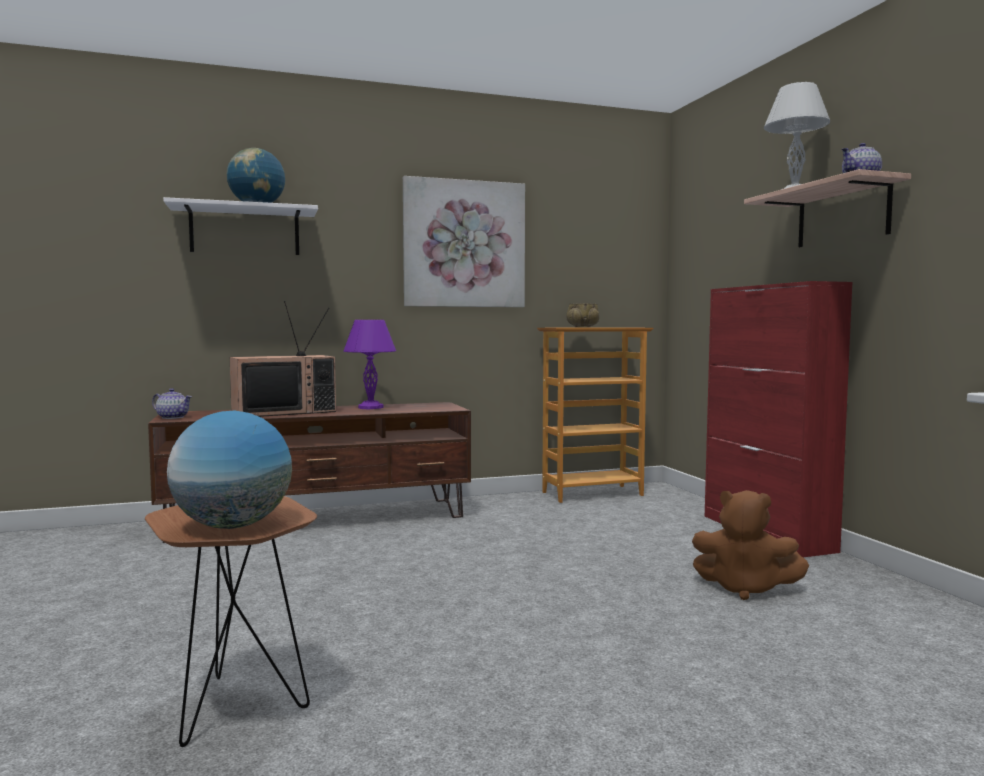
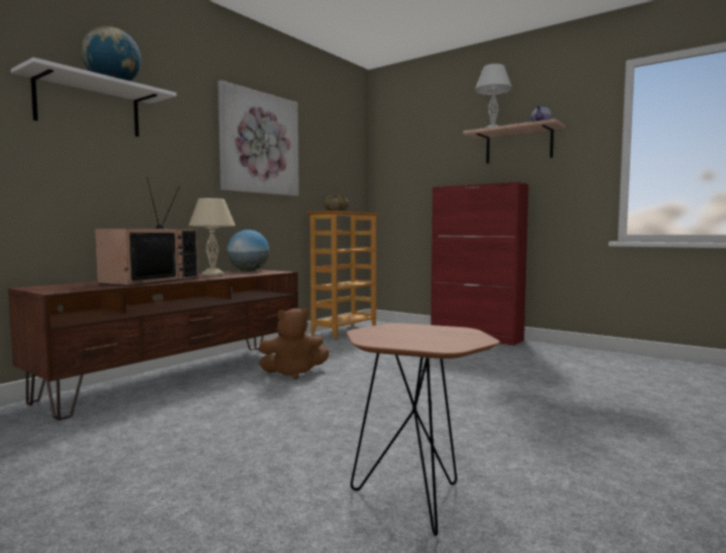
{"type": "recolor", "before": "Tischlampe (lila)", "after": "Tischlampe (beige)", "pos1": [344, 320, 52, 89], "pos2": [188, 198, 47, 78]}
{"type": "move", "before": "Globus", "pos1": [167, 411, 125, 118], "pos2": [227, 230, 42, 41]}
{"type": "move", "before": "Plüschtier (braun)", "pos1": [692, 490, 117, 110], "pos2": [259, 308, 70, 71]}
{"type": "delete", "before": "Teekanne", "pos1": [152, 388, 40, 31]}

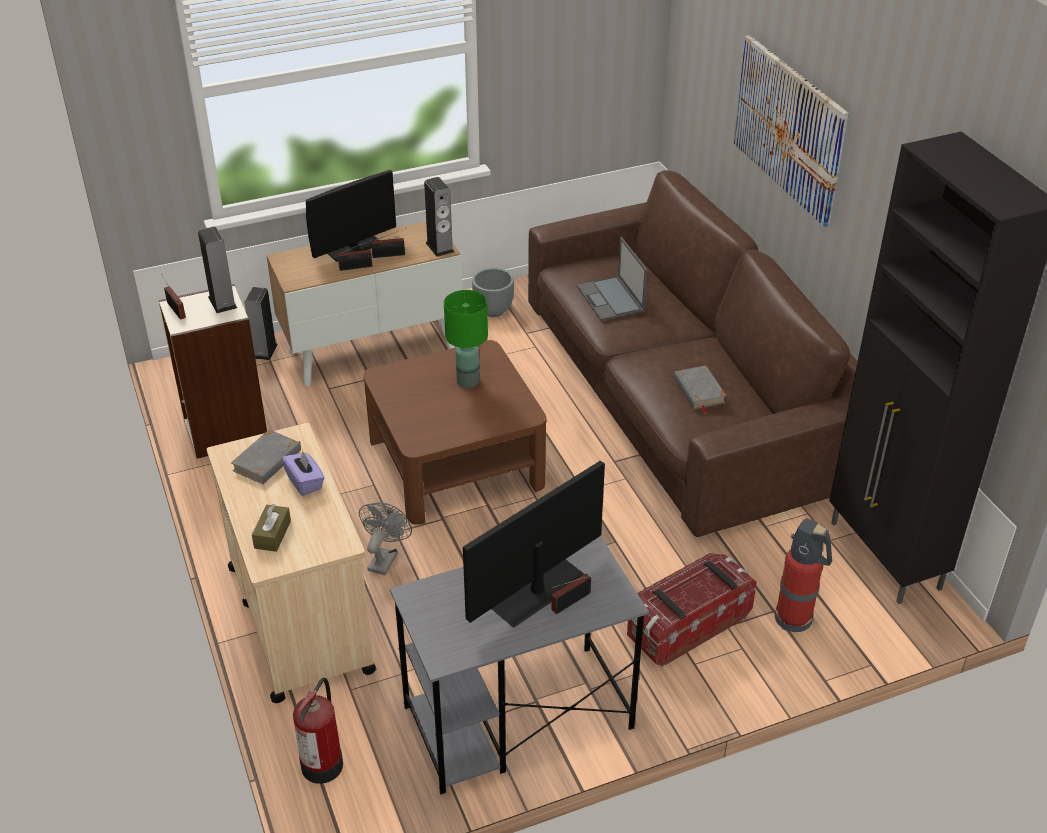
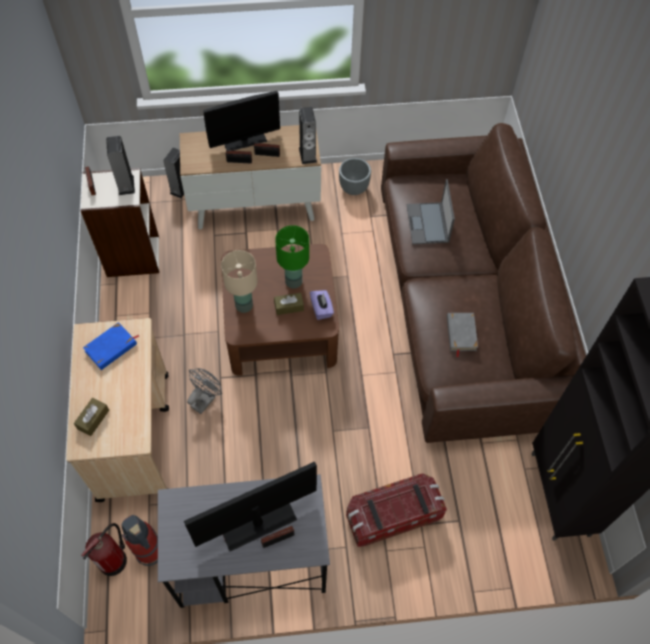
{"type": "recolor", "before": "Buch (grau)", "after": "Buch (blau)", "pos1": [231, 429, 70, 55], "pos2": [83, 322, 56, 48]}
{"type": "move", "before": "Feuerlöscher", "pos1": [775, 518, 57, 114], "pos2": [122, 515, 36, 51]}
{"type": "insert", "after": "Tischlampe (beige)", "pos2": [221, 250, 37, 63]}
{"type": "insert", "after": "Taschentuchbox (braun)", "pos2": [274, 293, 30, 22]}
{"type": "move", "before": "Taschentuchbox (lila)", "pos1": [282, 450, 43, 46], "pos2": [310, 290, 24, 30]}
{"type": "delete", "before": "Bild", "pos1": [733, 35, 116, 192]}

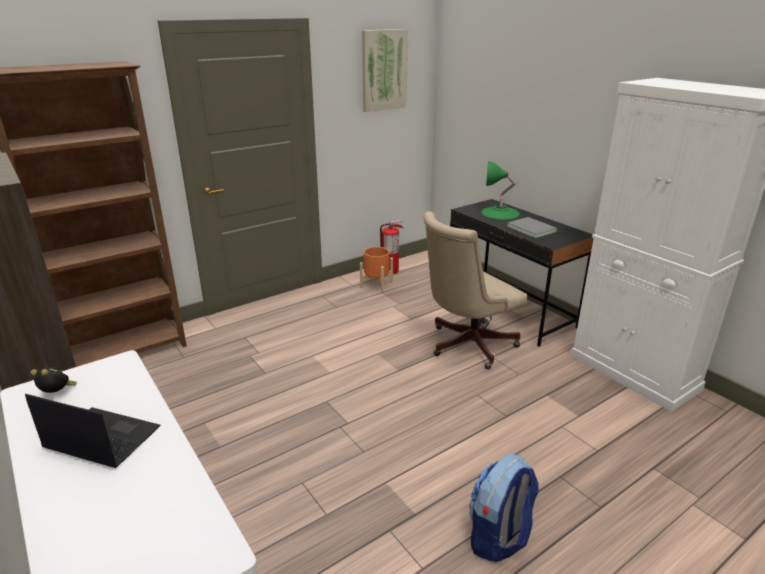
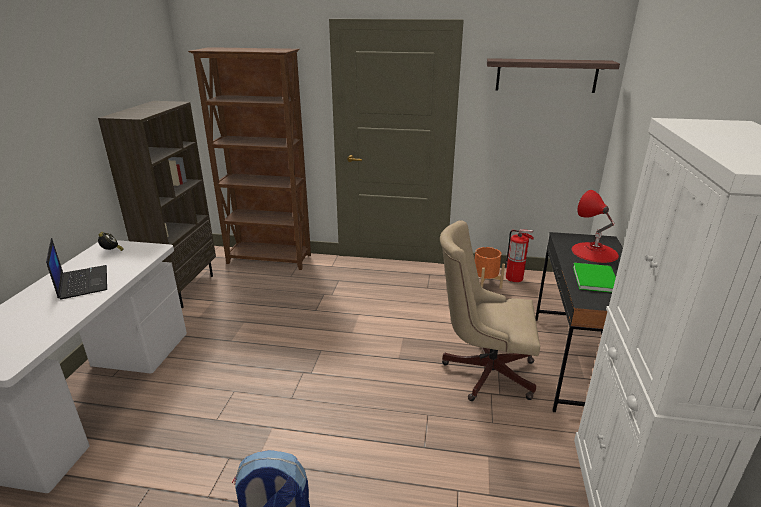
{"type": "replace", "before": "Bild", "after": "Wandregal", "pos1": [362, 29, 46, 83], "pos2": [487, 58, 133, 35]}
{"type": "recolor", "before": "Tischlampe (grün)", "after": "Tischlampe (rot)", "pos1": [481, 161, 39, 58], "pos2": [571, 190, 48, 73]}
{"type": "recolor", "before": "Buch (grau)", "after": "Buch (grün)", "pos1": [507, 217, 51, 21], "pos2": [573, 263, 43, 30]}

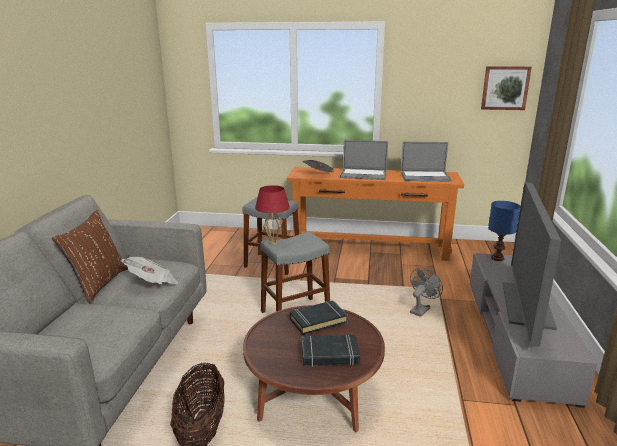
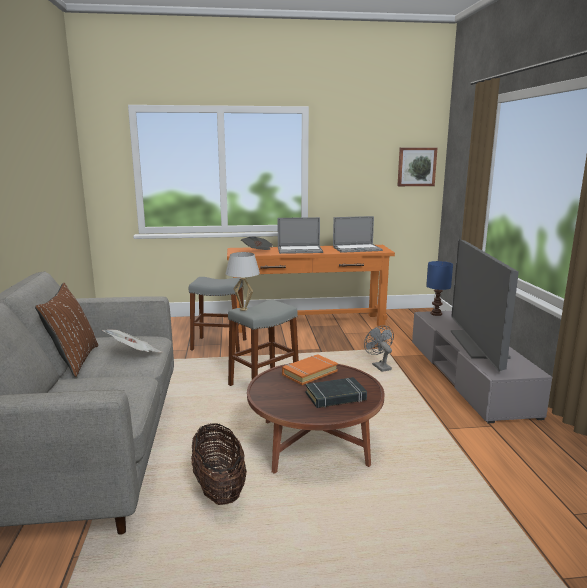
{"type": "recolor", "before": "Tischlampe (rot)", "after": "Tischlampe (weiß)", "pos1": [255, 185, 35, 59], "pos2": [226, 252, 34, 59]}
{"type": "recolor", "before": "Buch (schwarz)", "after": "Buch (orange)", "pos1": [290, 300, 58, 35], "pos2": [282, 354, 56, 31]}
{"type": "rotate", "before": "Ventilator (grau)", "pos1": [410, 268, 33, 49], "pos2": [364, 326, 30, 46], "turn": -45}

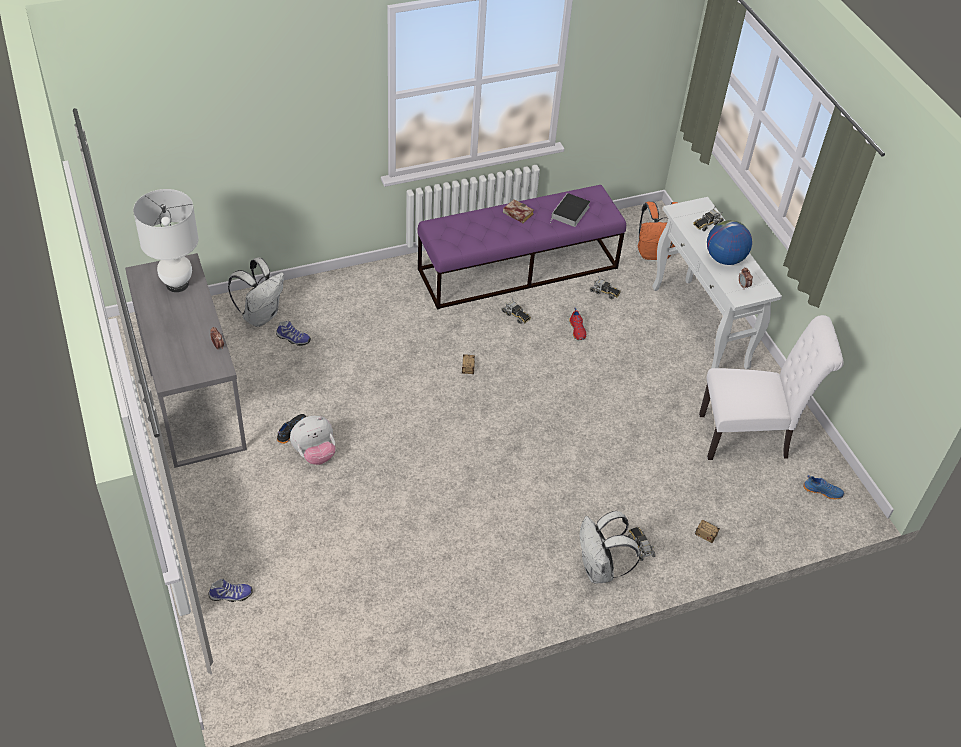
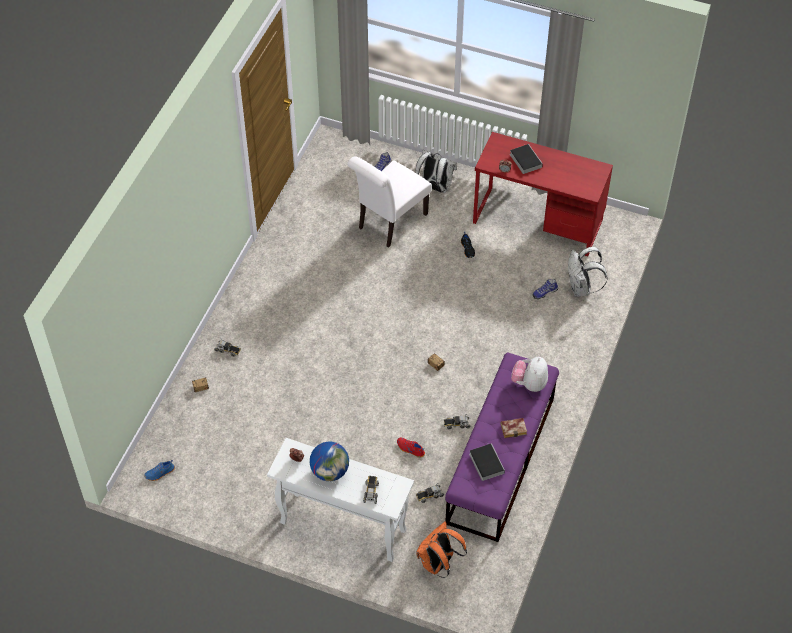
{"type": "move", "before": "Stuhl (weiß)", "pos1": [699, 315, 145, 145], "pos2": [348, 156, 84, 92]}
{"type": "move", "before": "Rucksack (weiß)", "pos1": [580, 511, 60, 72], "pos2": [415, 150, 42, 43]}
{"type": "recolor", "before": "Schreibtisch (grau)", "after": "Schreibtisch (rot)", "pos1": [125, 253, 122, 215], "pos2": [473, 132, 140, 124]}
{"type": "insert", "after": "Buch", "pos2": [510, 144, 33, 30]}
{"type": "move", "before": "Plüschtier", "pos1": [290, 416, 46, 49], "pos2": [511, 357, 37, 35]}
{"type": "delete", "before": "Tischlampe (weiß)", "pos1": [133, 189, 66, 103]}

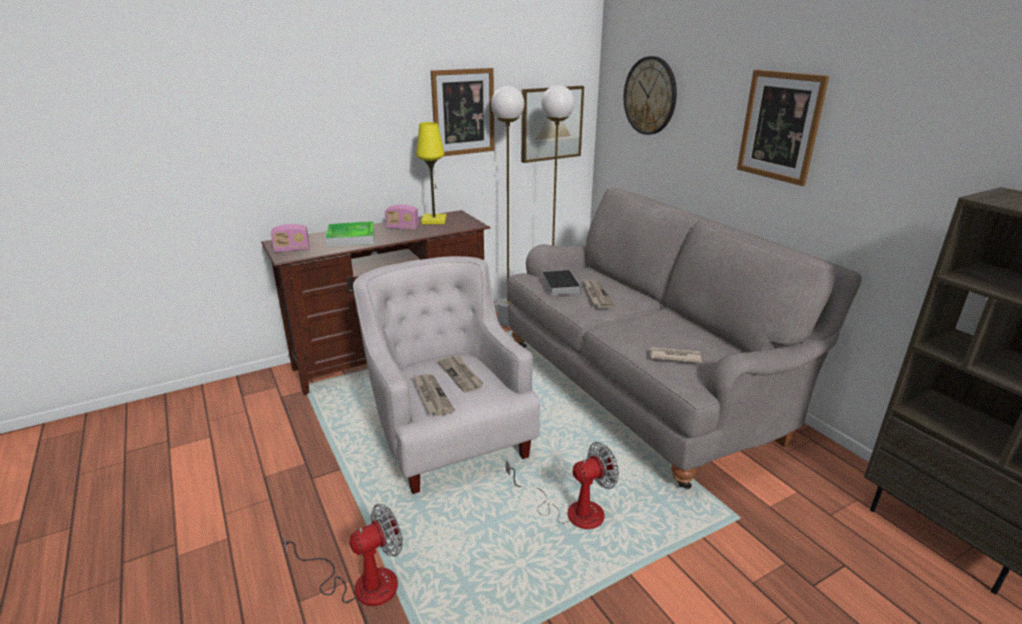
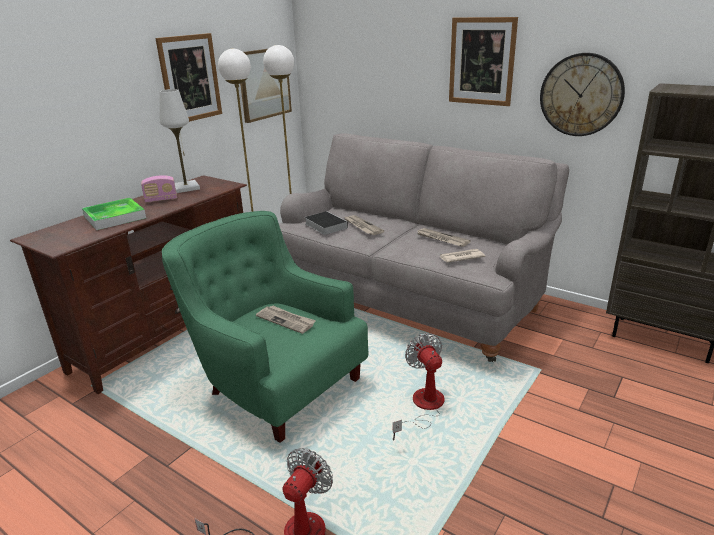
{"type": "recolor", "before": "Tischlampe (gelb)", "after": "Tischlampe (weiß)", "pos1": [416, 122, 31, 102], "pos2": [159, 89, 41, 104]}
{"type": "recolor", "before": "Sessel (weiß)", "after": "Sessel (grün)", "pos1": [353, 256, 187, 238], "pos2": [162, 211, 206, 232]}
{"type": "rotate", "before": "Ventilator", "pos1": [506, 442, 113, 87], "pos2": [393, 333, 52, 107], "turn": -60}
{"type": "move", "before": "Zeitung", "pos1": [413, 374, 42, 42], "pos2": [418, 228, 53, 19]}
{"type": "move", "before": "Wanduhr", "pos1": [624, 56, 53, 79], "pos2": [540, 53, 85, 83]}
{"type": "delete", "before": "Radio", "pos1": [271, 224, 39, 29]}

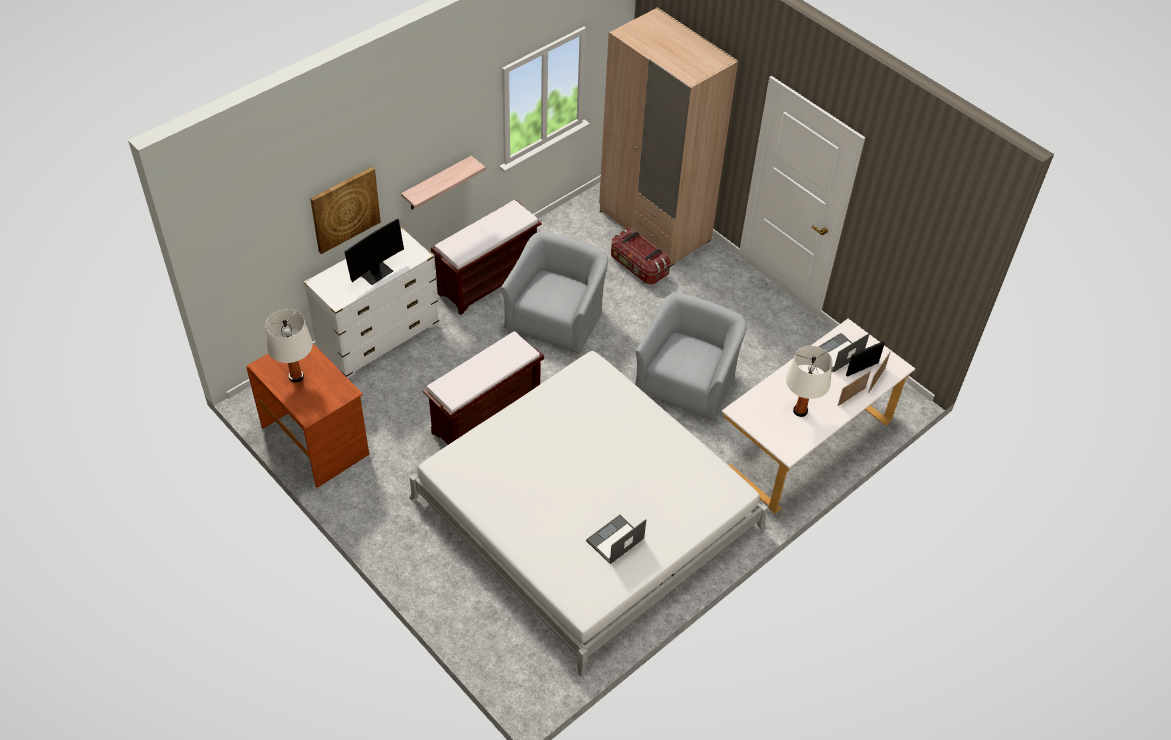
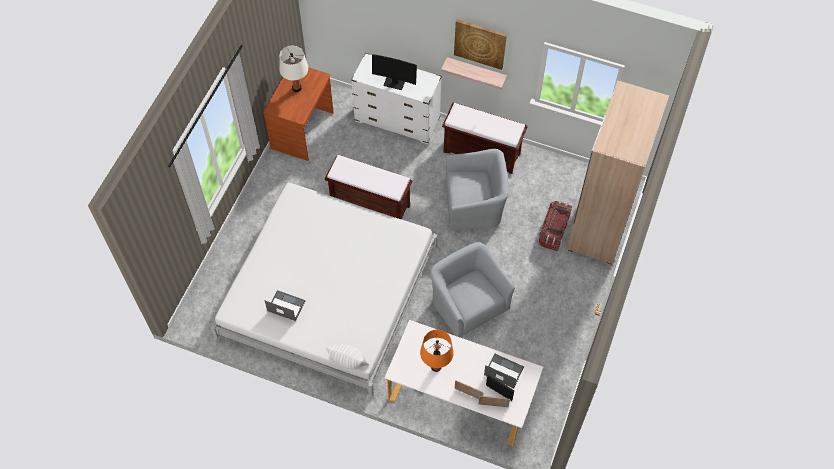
{"type": "insert", "after": "Kissen (weiß)", "pos2": [326, 344, 43, 25]}
{"type": "recolor", "before": "Tischlampe (weiß)", "after": "Tischlampe (orange)", "pos1": [786, 346, 47, 71], "pos2": [420, 330, 34, 42]}
{"type": "rotate", "before": "Sessel (grau)", "pos1": [635, 292, 112, 128], "pos2": [430, 242, 85, 96], "turn": -120}
{"type": "move", "before": "Bild", "pos1": [310, 167, 71, 87], "pos2": [454, 19, 53, 51]}

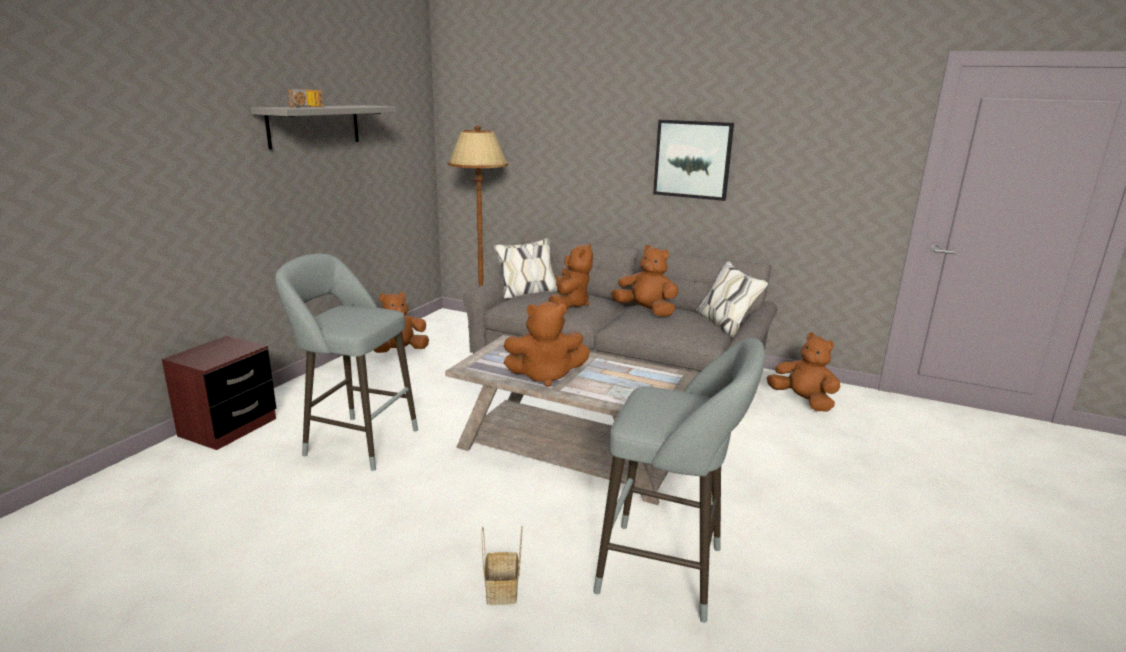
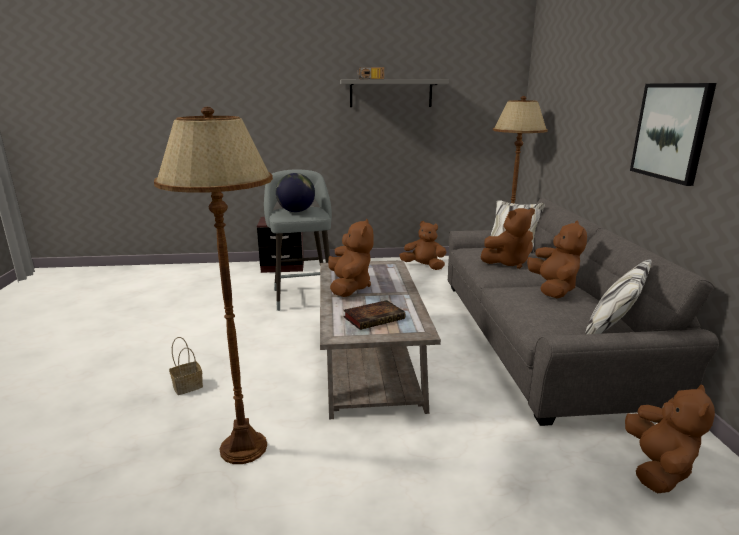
{"type": "replace", "before": "Hocker (grau)", "after": "Stehlampe (braun)", "pos1": [593, 338, 172, 285], "pos2": [154, 107, 119, 357]}
{"type": "insert", "after": "Globus", "pos2": [276, 173, 39, 39]}
{"type": "rotate", "before": "Plüschtier (braun)", "pos1": [504, 302, 86, 85], "pos2": [328, 218, 46, 79], "turn": -150}
{"type": "insert", "after": "Buch", "pos2": [343, 300, 62, 30]}

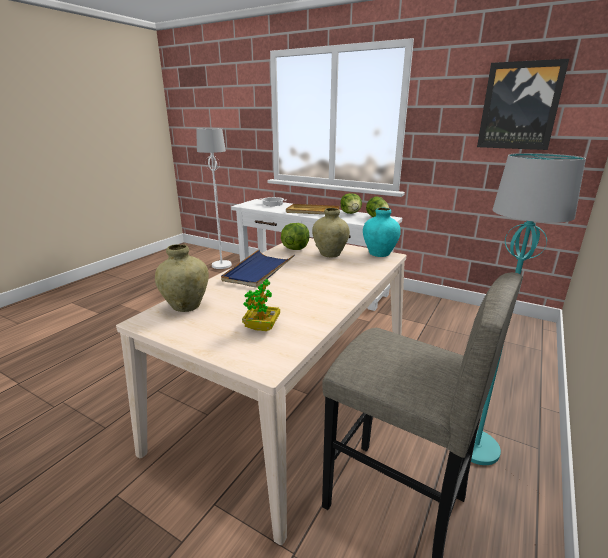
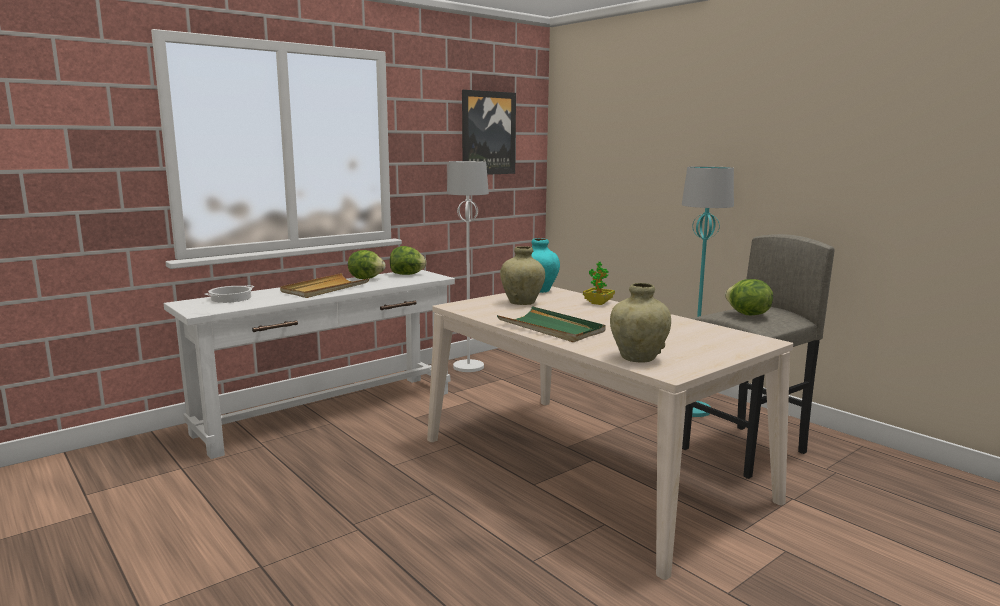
{"type": "move", "before": "Stehlampe (weiß)", "pos1": [196, 128, 36, 141], "pos2": [447, 161, 42, 211]}
{"type": "recolor", "before": "Tablett (blau)", "after": "Tablett (grün)", "pos1": [221, 250, 73, 38], "pos2": [497, 306, 109, 36]}
{"type": "move", "before": "Topfpflanze", "pos1": [242, 279, 38, 52], "pos2": [583, 262, 32, 43]}
{"type": "move", "before": "Salatkopf", "pos1": [281, 223, 28, 27], "pos2": [725, 279, 48, 36]}

